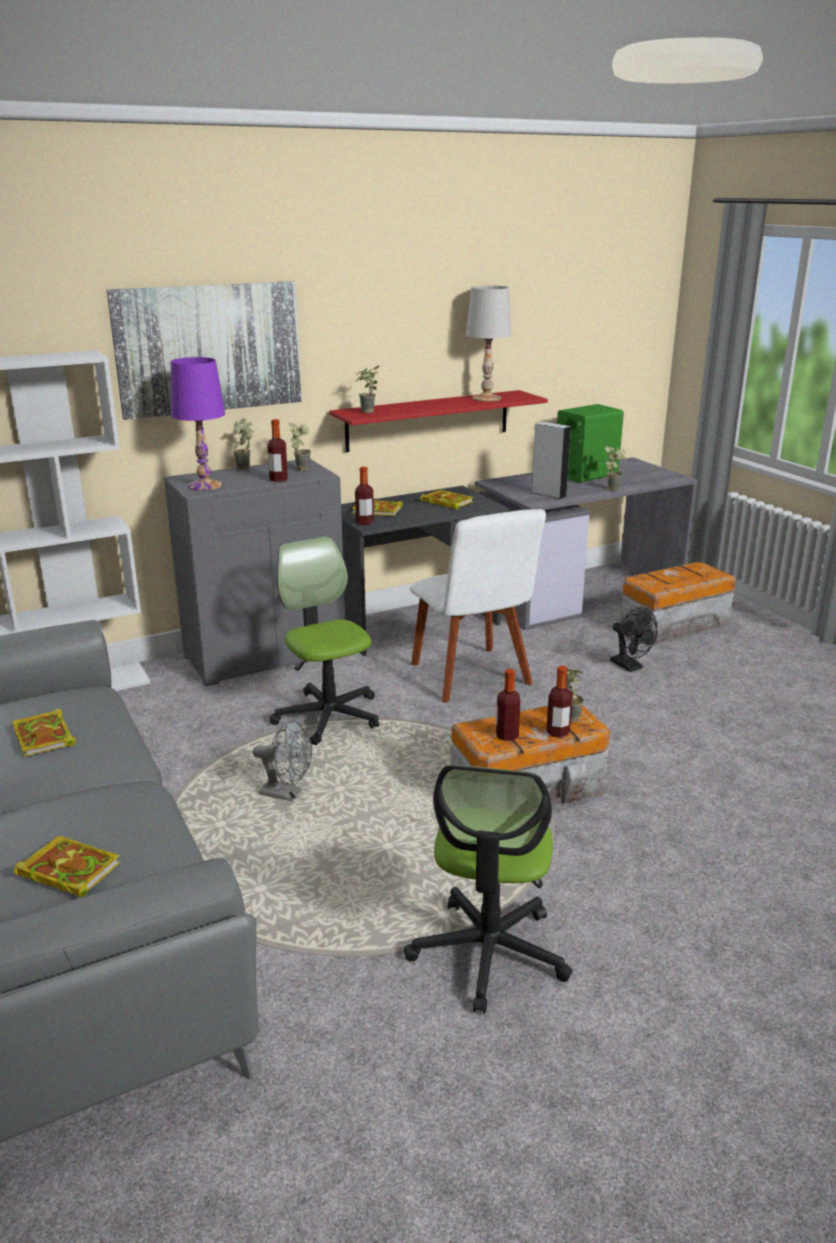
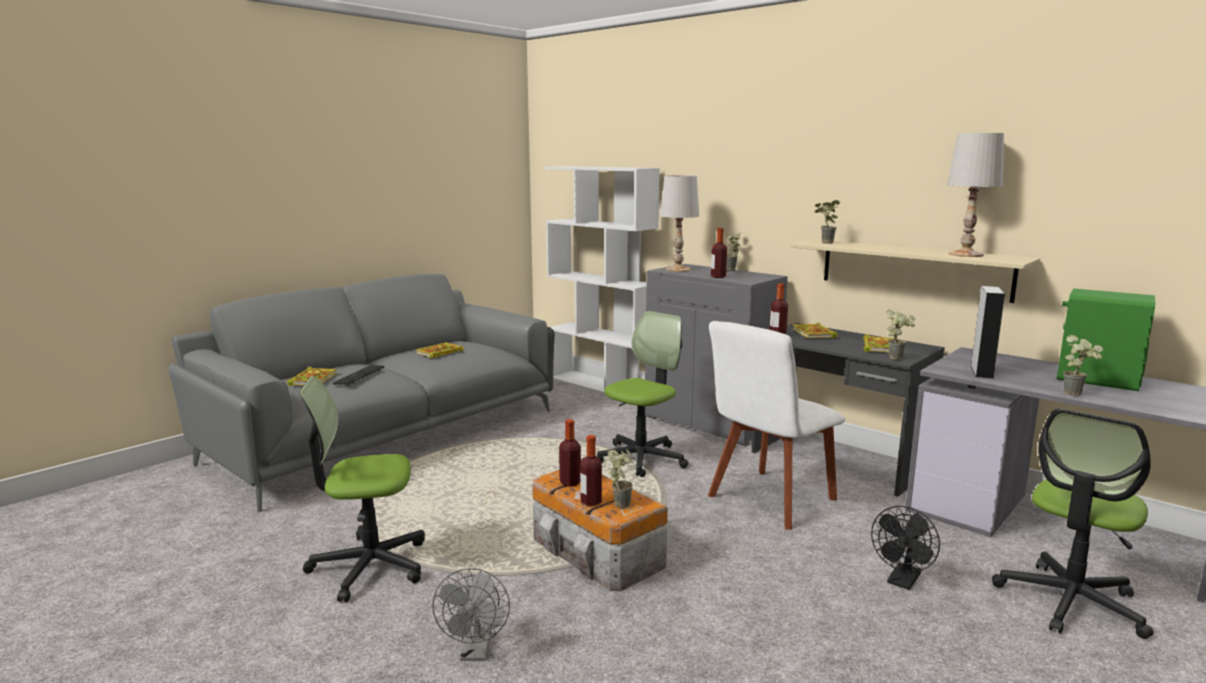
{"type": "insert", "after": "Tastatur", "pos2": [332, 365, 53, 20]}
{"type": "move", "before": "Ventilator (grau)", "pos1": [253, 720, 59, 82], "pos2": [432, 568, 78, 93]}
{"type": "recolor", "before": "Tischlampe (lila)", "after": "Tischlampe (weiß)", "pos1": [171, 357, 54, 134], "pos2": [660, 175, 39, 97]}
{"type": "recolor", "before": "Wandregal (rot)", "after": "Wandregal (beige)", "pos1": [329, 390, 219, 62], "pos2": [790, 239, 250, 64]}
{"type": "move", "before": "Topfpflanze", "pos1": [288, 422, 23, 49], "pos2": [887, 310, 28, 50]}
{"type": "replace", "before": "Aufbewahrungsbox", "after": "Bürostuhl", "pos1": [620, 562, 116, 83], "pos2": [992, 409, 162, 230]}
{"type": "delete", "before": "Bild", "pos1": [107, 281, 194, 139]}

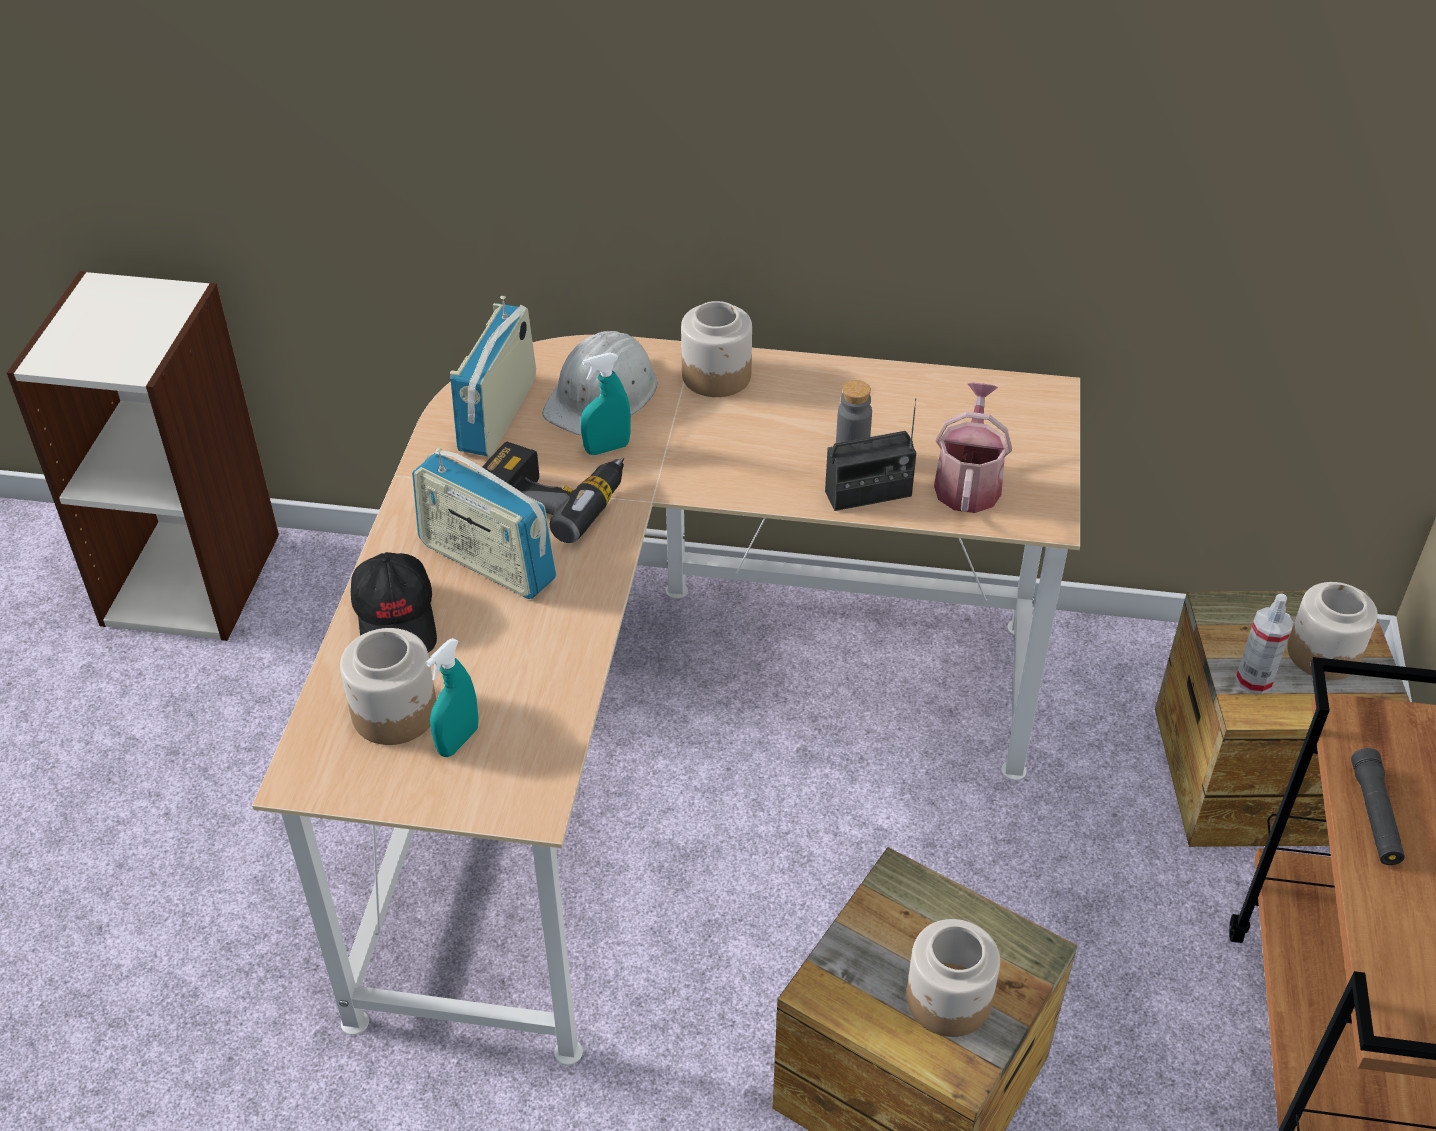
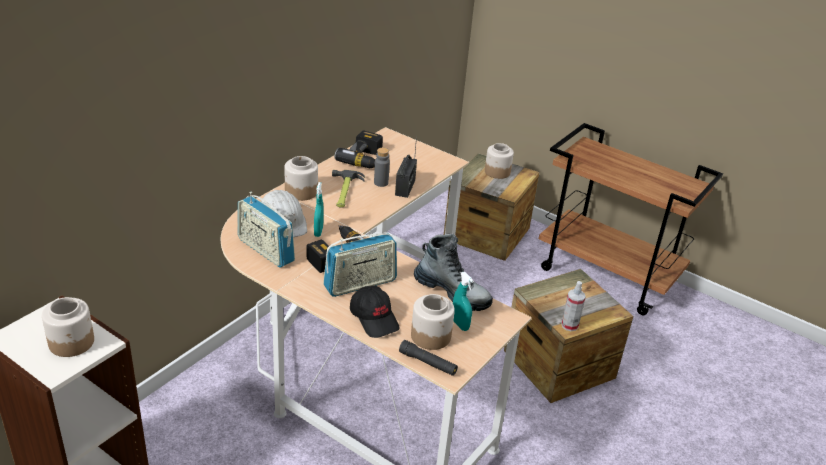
{"type": "move", "before": "Vorratsglas", "pos1": [906, 919, 94, 118], "pos2": [42, 297, 52, 60]}
{"type": "insert", "after": "Hammer", "pos2": [332, 170, 33, 38]}
{"type": "insert", "after": "Bohrmaschine", "pos2": [334, 131, 49, 37]}
{"type": "rotate", "before": "Kappe (schwarz)", "pos1": [351, 552, 86, 101], "pos2": [350, 286, 50, 52], "turn": 45}
{"type": "move", "before": "Taschenlampe (schwarz)", "pos1": [1351, 748, 54, 117], "pos2": [399, 340, 59, 36]}
{"type": "insert", "after": "Stiefel", "pos2": [414, 233, 79, 78]}
{"type": "move", "before": "Sprühflasche", "pos1": [1235, 594, 59, 100], "pos2": [561, 281, 25, 50]}
{"type": "delete", "before": "Gießkanne", "pos1": [934, 383, 78, 130]}

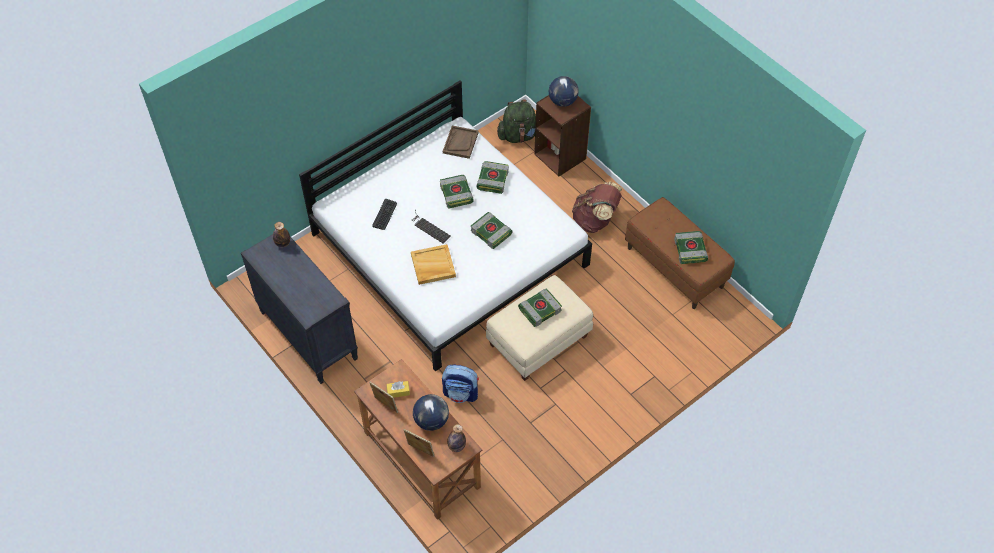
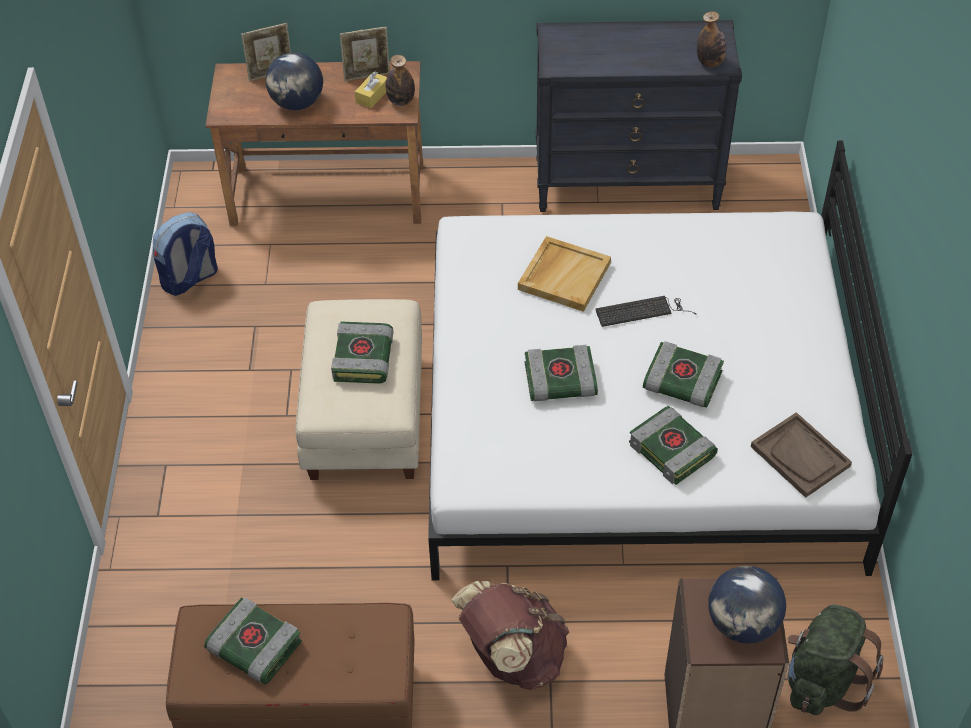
{"type": "move", "before": "Rucksack", "pos1": [442, 365, 37, 38], "pos2": [153, 212, 65, 84]}
{"type": "move", "before": "Flasche", "pos1": [447, 424, 19, 28], "pos2": [386, 55, 29, 51]}
{"type": "delete", "before": "Tastatur", "pos1": [372, 199, 25, 31]}

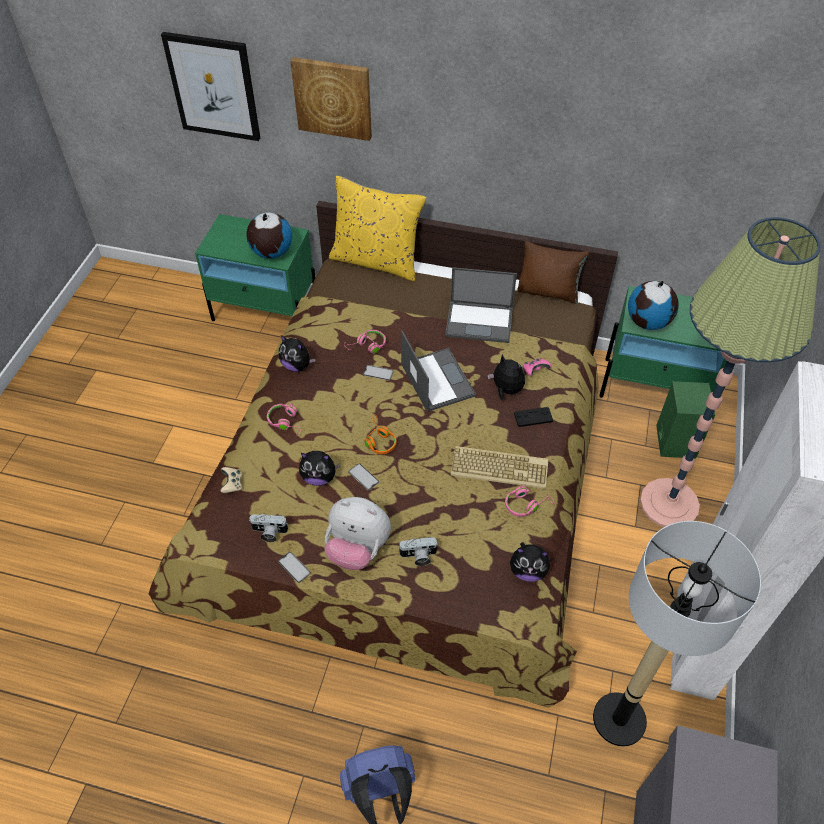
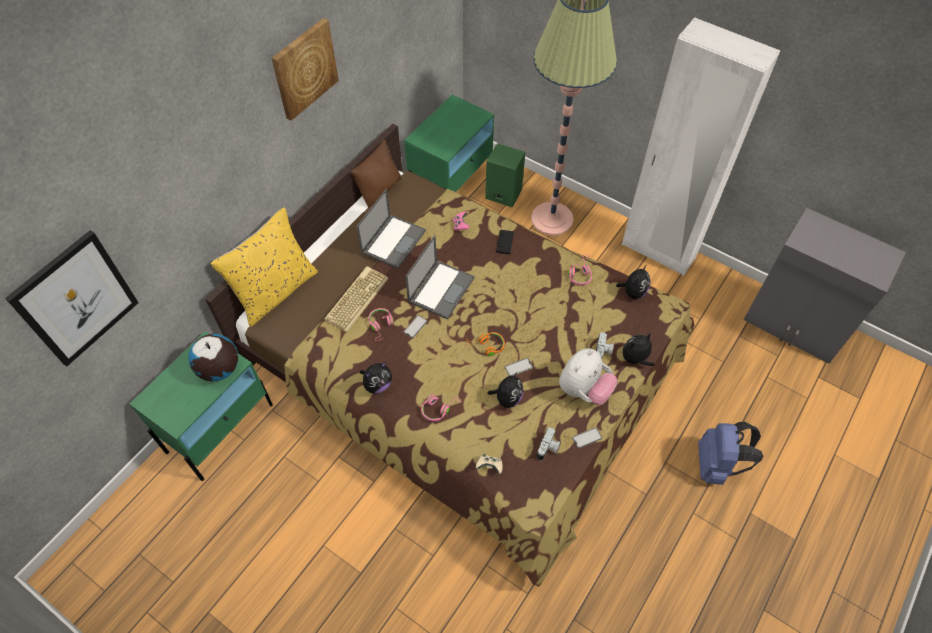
{"type": "move", "before": "Bild", "pos1": [290, 57, 82, 84], "pos2": [271, 18, 68, 103]}
{"type": "move", "before": "Tastatur", "pos1": [451, 446, 97, 43], "pos2": [324, 266, 65, 66]}
{"type": "rotate", "before": "Laptop", "pos1": [401, 330, 75, 82], "pos2": [405, 235, 70, 85], "turn": 120}
{"type": "move", "before": "Plüschtier", "pos1": [487, 354, 38, 46], "pos2": [623, 333, 32, 34]}
{"type": "delete", "before": "Stehlampe", "pos1": [593, 521, 168, 226]}
{"type": "delete", "before": "Globus", "pos1": [628, 281, 51, 49]}

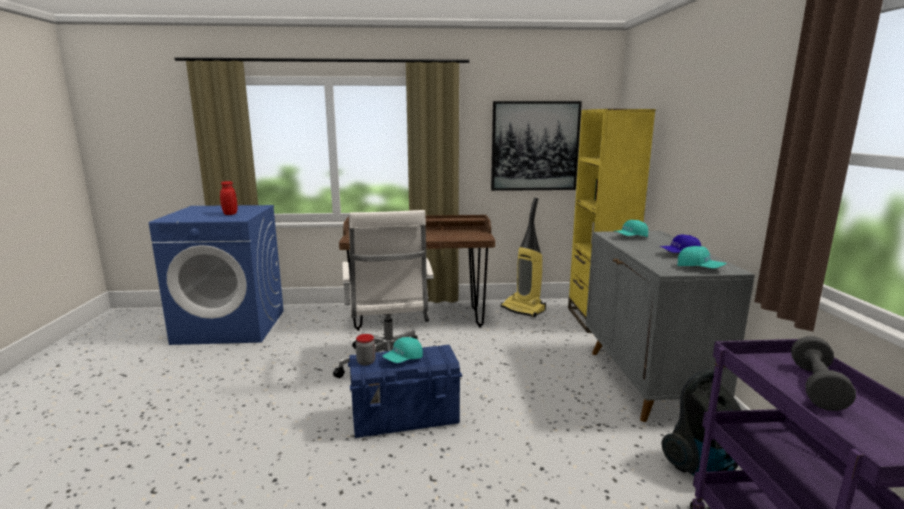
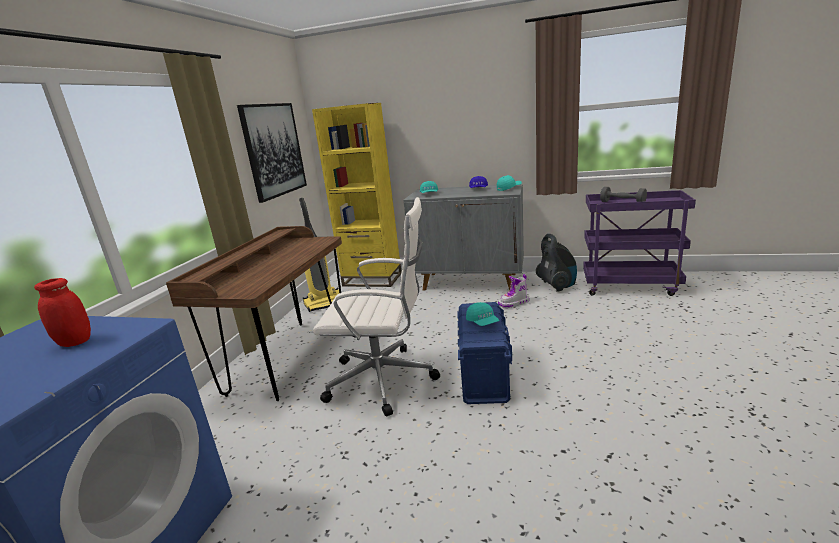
{"type": "insert", "after": "Stiefel", "pos2": [498, 274, 31, 34]}
{"type": "delete", "before": "Vorratsglas", "pos1": [356, 334, 20, 31]}

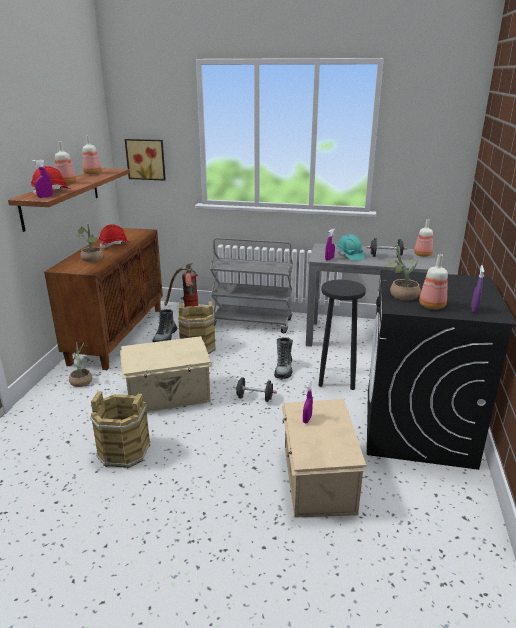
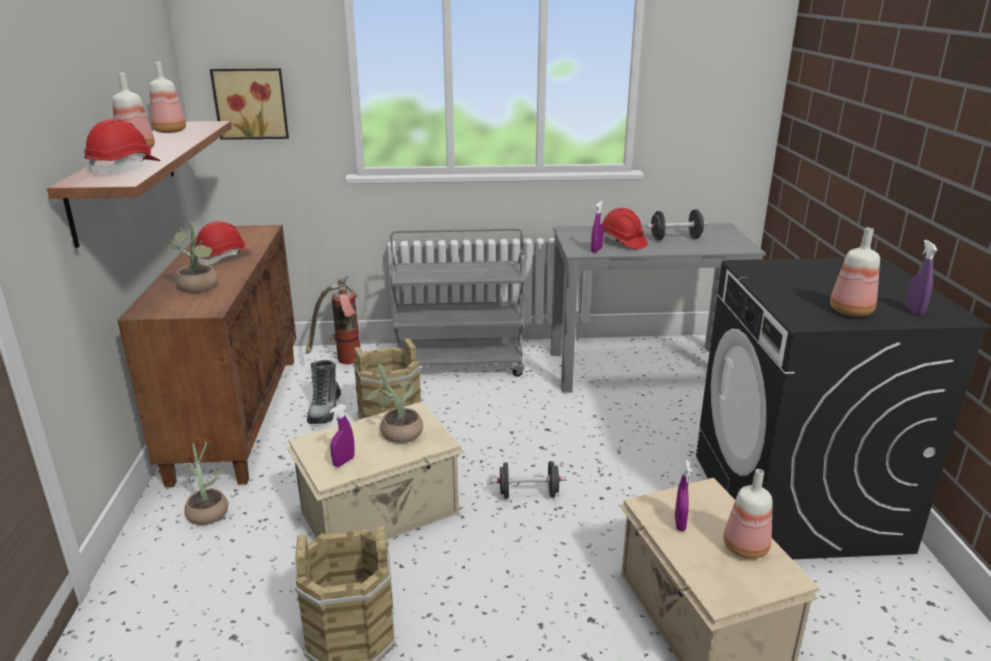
{"type": "move", "before": "Sprühflasche (lila)", "pos1": [33, 159, 20, 39], "pos2": [329, 404, 26, 63]}
{"type": "move", "before": "Topfpflanze", "pos1": [384, 244, 37, 56], "pos2": [364, 364, 59, 79]}
{"type": "recolor", "before": "Schutzhelm (türkis)", "after": "Schutzhelm (rot)", "pos1": [336, 234, 29, 27], "pos2": [601, 208, 47, 41]}
{"type": "move", "before": "Flasche", "pos1": [414, 219, 19, 38], "pos2": [723, 469, 49, 90]}
{"type": "delete", "before": "Stiefel", "pos1": [274, 337, 19, 42]}
{"type": "delete", "before": "Hocker (schwarz)", "pos1": [319, 280, 47, 110]}

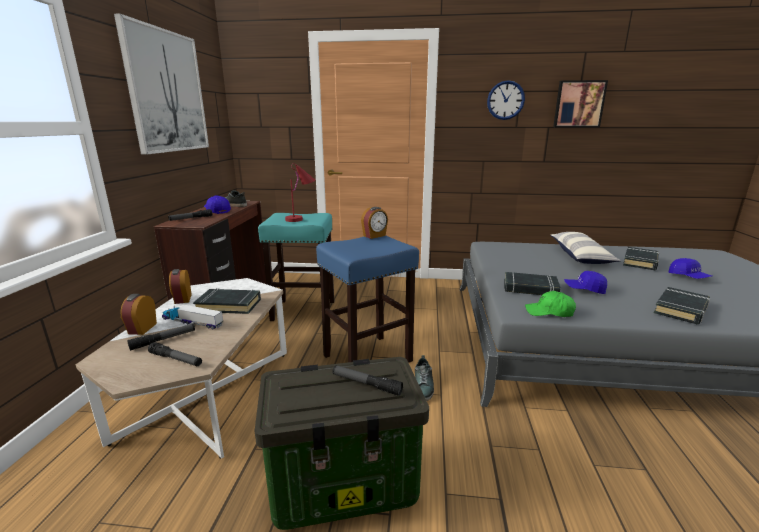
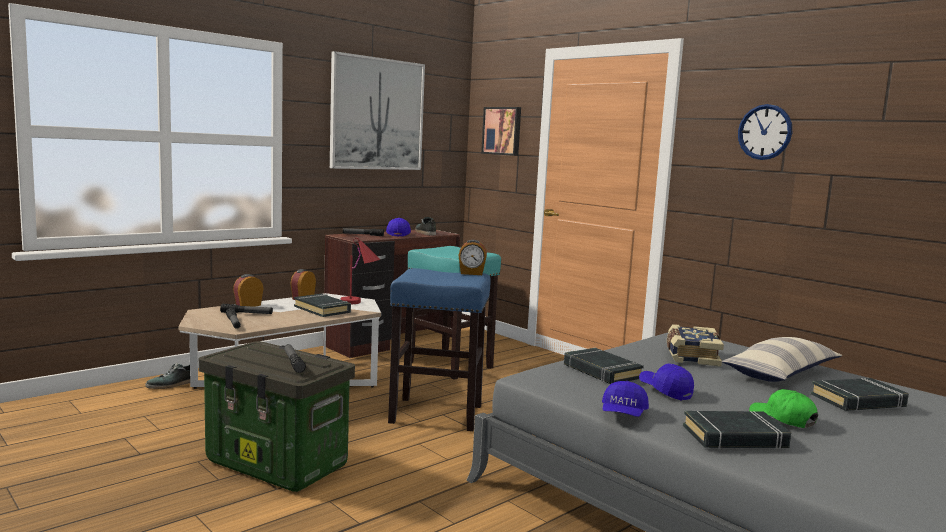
{"type": "move", "before": "Schuh", "pos1": [415, 355, 19, 46], "pos2": [145, 363, 45, 26]}
{"type": "move", "before": "Tischlampe (rot)", "pos1": [285, 163, 30, 59], "pos2": [340, 238, 40, 66]}
{"type": "move", "before": "Bild", "pos1": [553, 80, 55, 47], "pos2": [481, 107, 40, 49]}
{"type": "move", "before": "Kappe (blau)", "pos1": [668, 258, 44, 21], "pos2": [602, 381, 47, 36]}
{"type": "insert", "after": "Buch", "pos2": [667, 324, 57, 43]}
{"type": "move", "before": "Kappe (grün)", "pos1": [525, 291, 51, 26], "pos2": [749, 389, 69, 39]}
{"type": "delete", "before": "Spielzeuglaster", "pos1": [162, 305, 61, 24]}

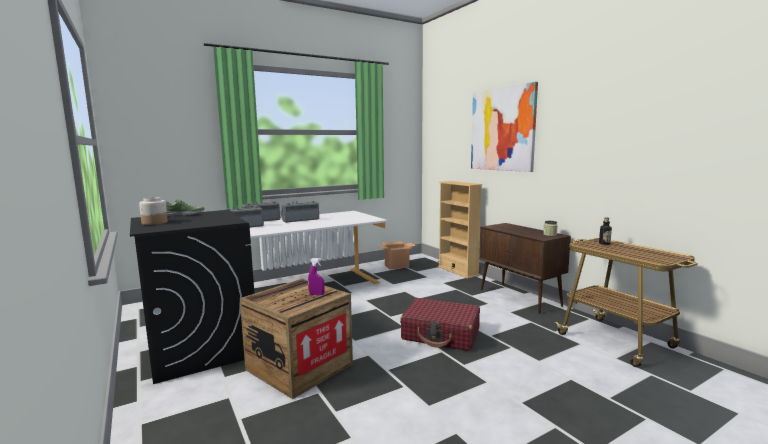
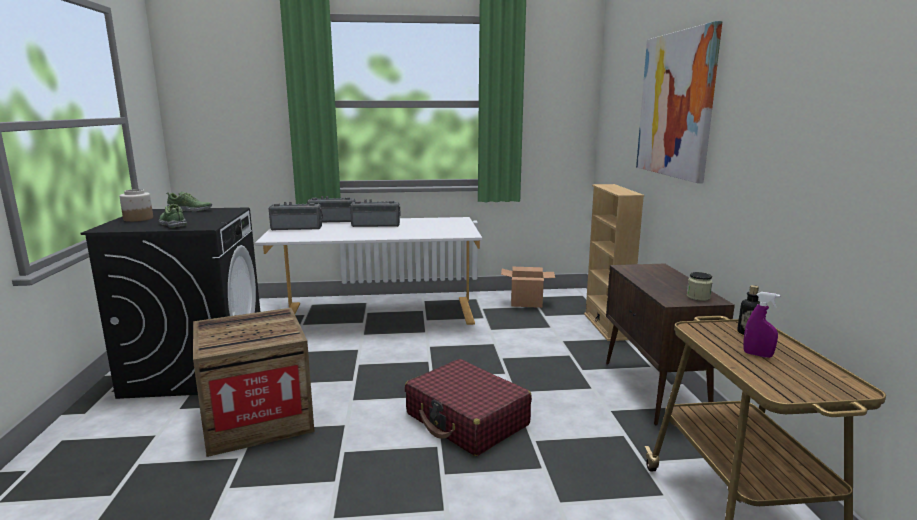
{"type": "insert", "after": "Schuh", "pos2": [159, 204, 28, 24]}
{"type": "move", "before": "Sprühflasche (lila)", "pos1": [308, 258, 16, 37], "pos2": [743, 292, 37, 66]}

